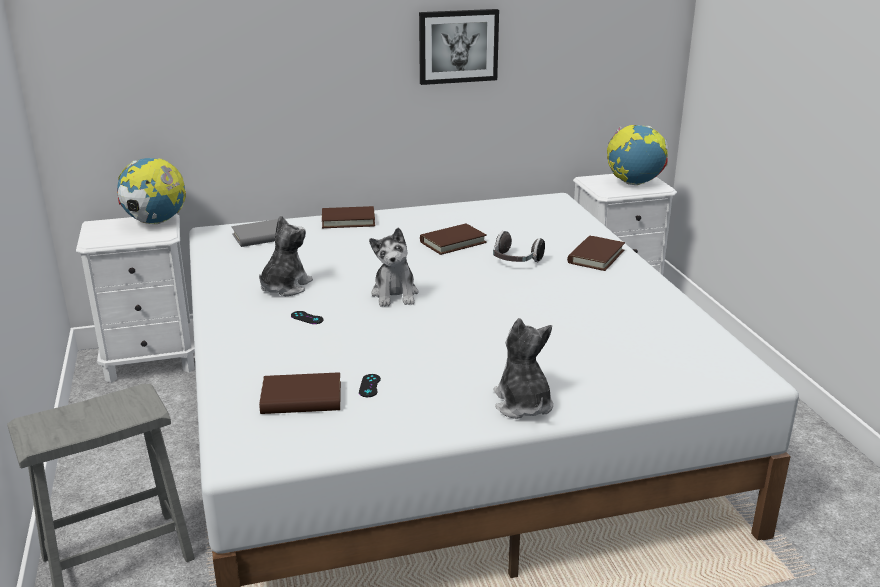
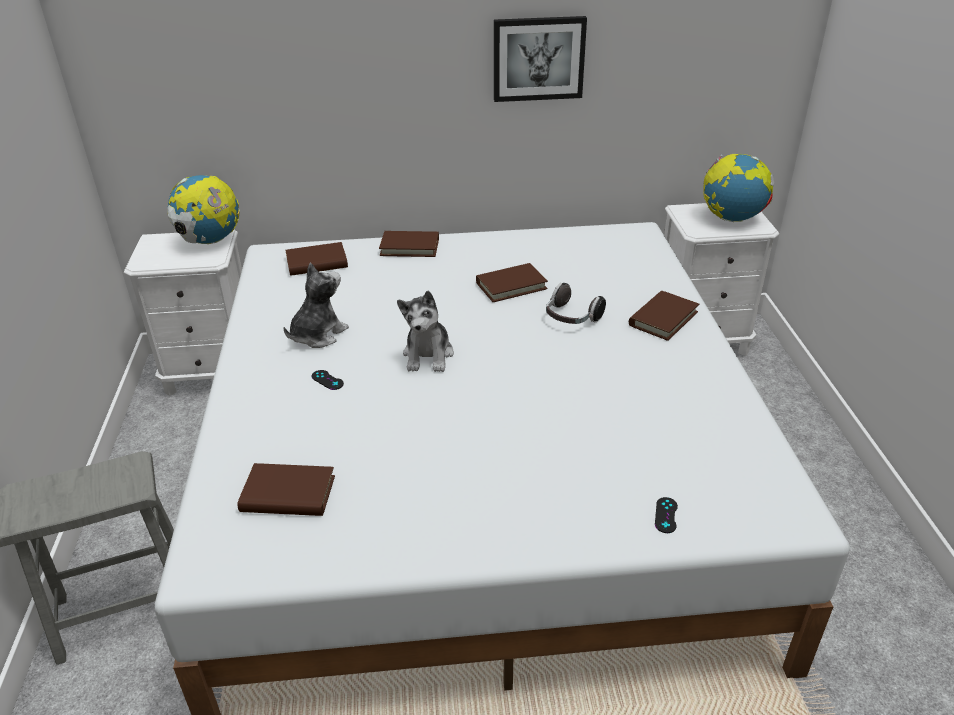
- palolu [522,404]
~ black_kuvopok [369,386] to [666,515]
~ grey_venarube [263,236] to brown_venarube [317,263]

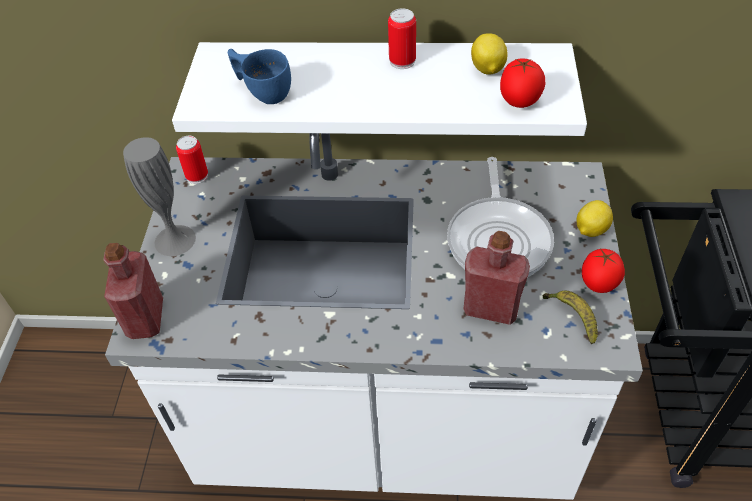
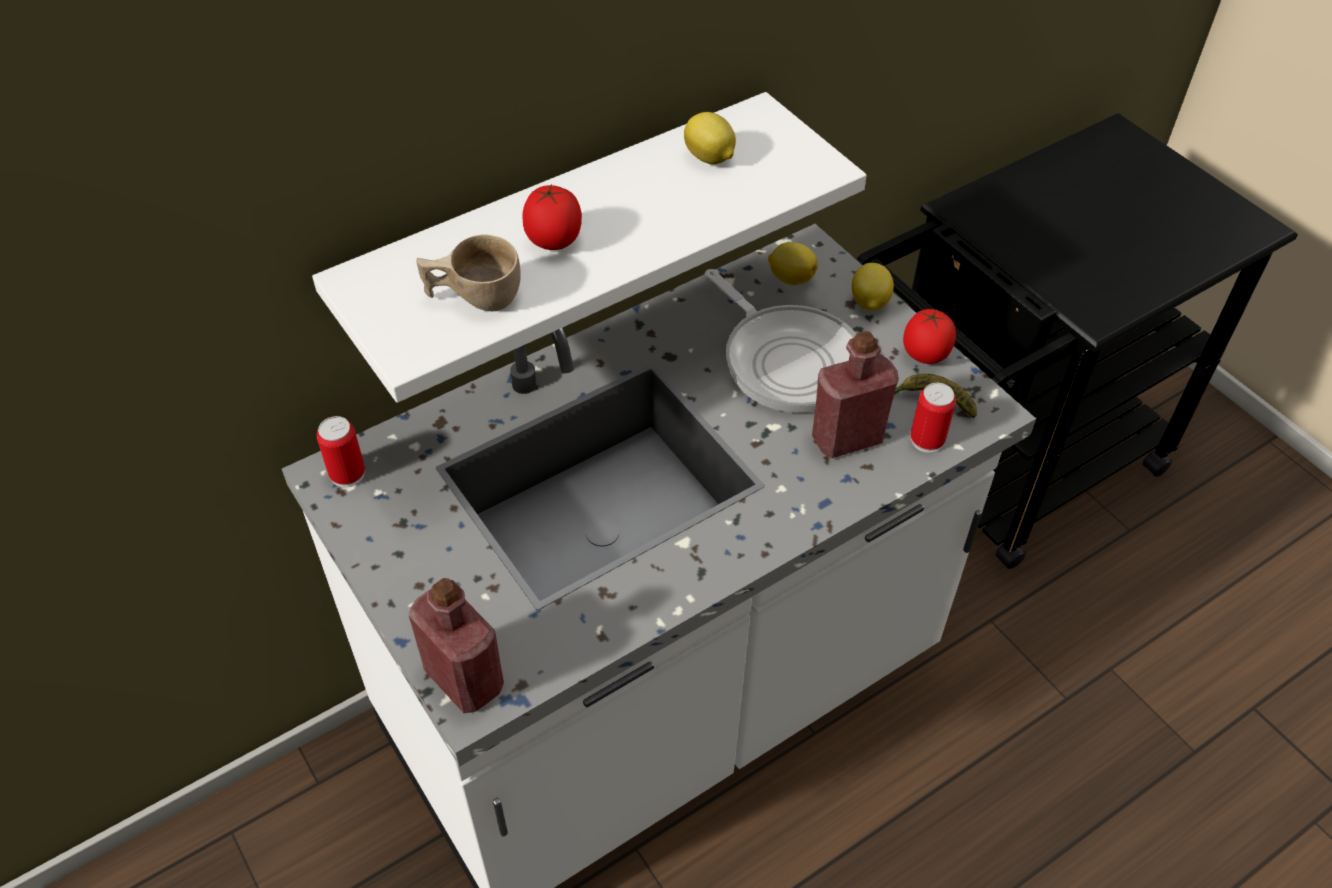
- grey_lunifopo [175,240]
+ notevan [790,278]
~ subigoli [402,61] to [927,440]
~ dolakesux [519,102] to [554,242]
~ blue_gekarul [263,91] to beige_gekarul [473,297]

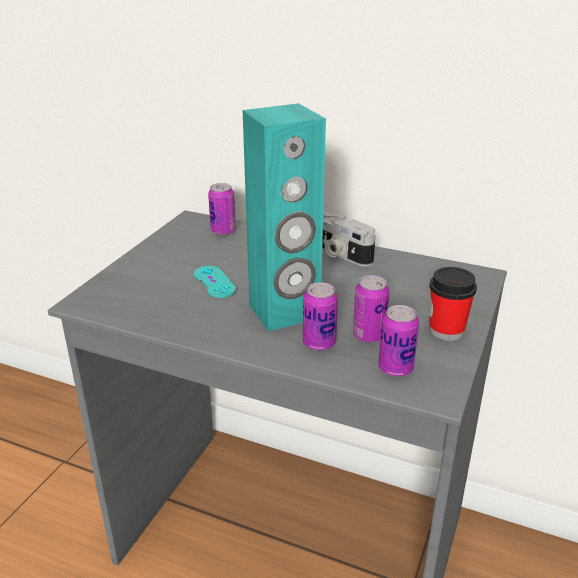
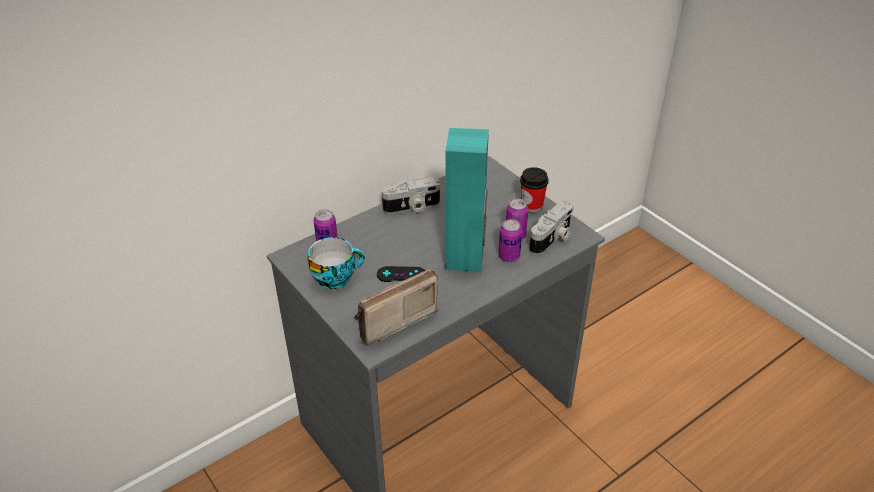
+ gekarul [336,277]
+ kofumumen [390,320]
~ subigoli [395,368] to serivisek [552,239]
~ turquoise_kuvopok [214,282] to black_kuvopok [401,275]

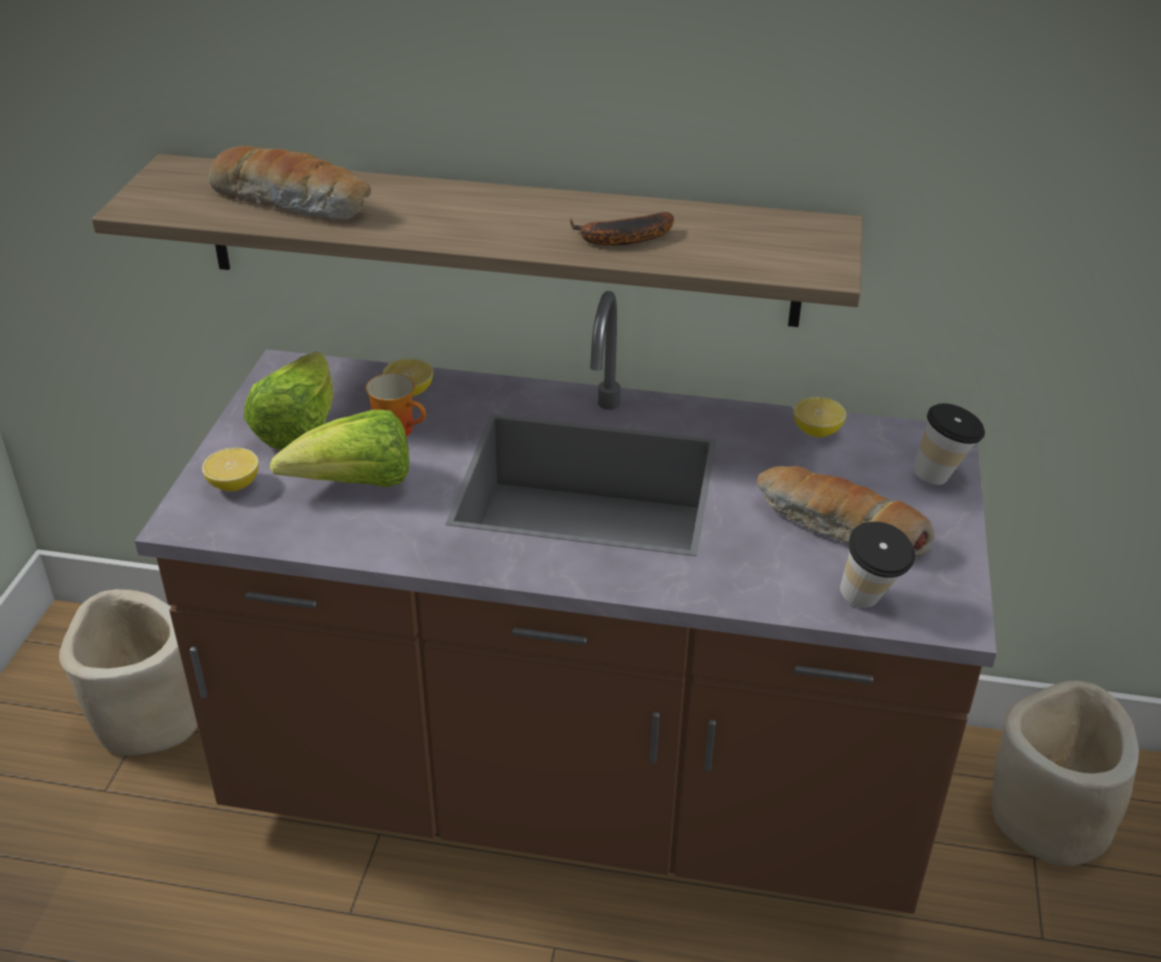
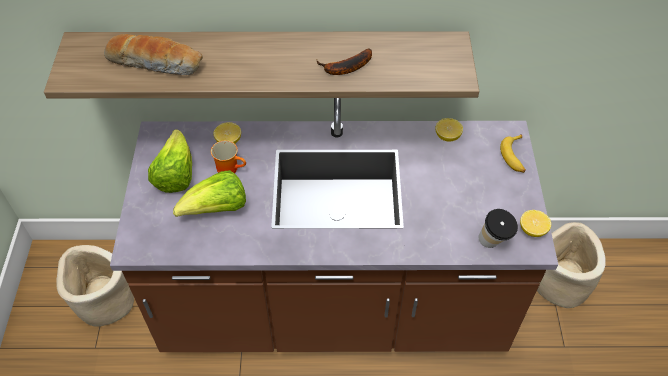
- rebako [839,528]
~ notevan [234,485] to [532,230]
~ gekarul [942,476] to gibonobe [515,157]

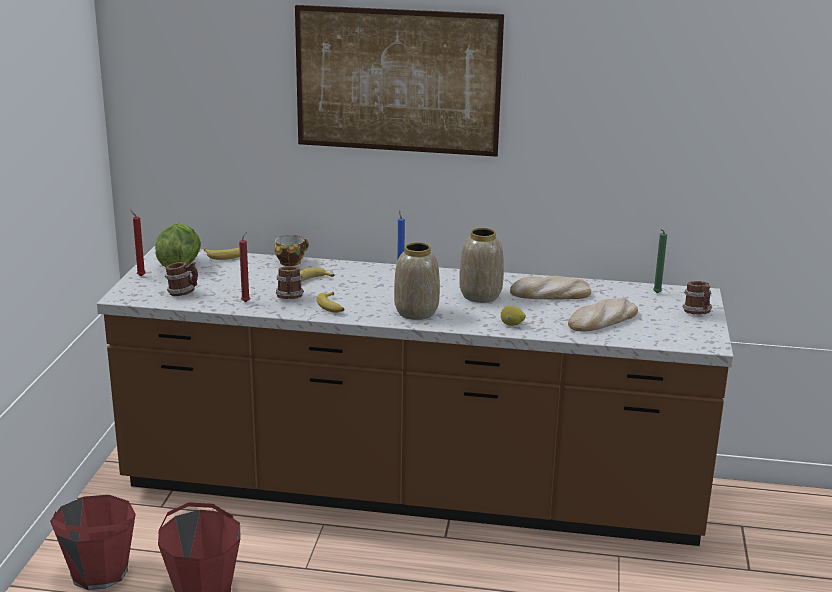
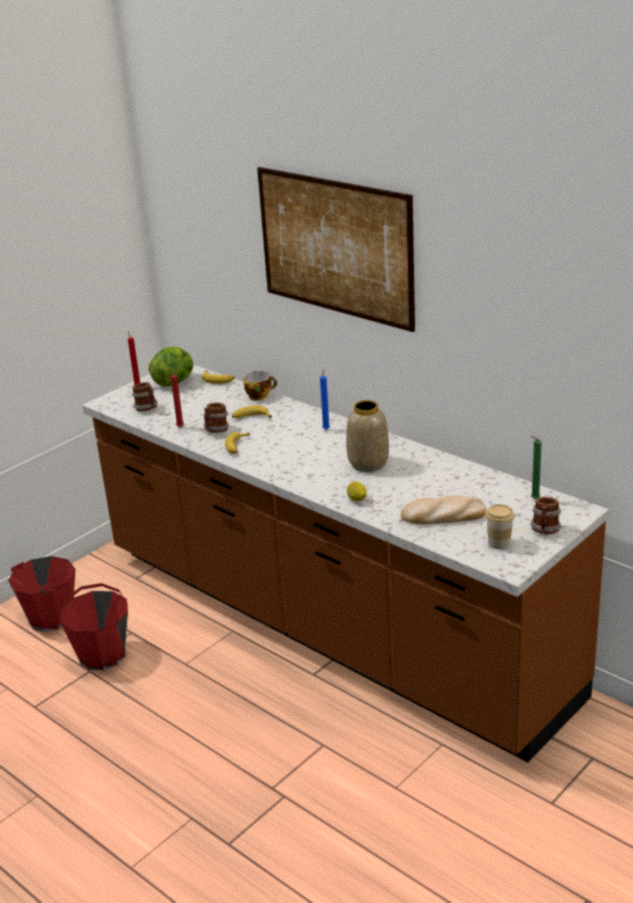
- lunifopo [416,312]
- rebako [550,294]
+ gekarul [499,543]

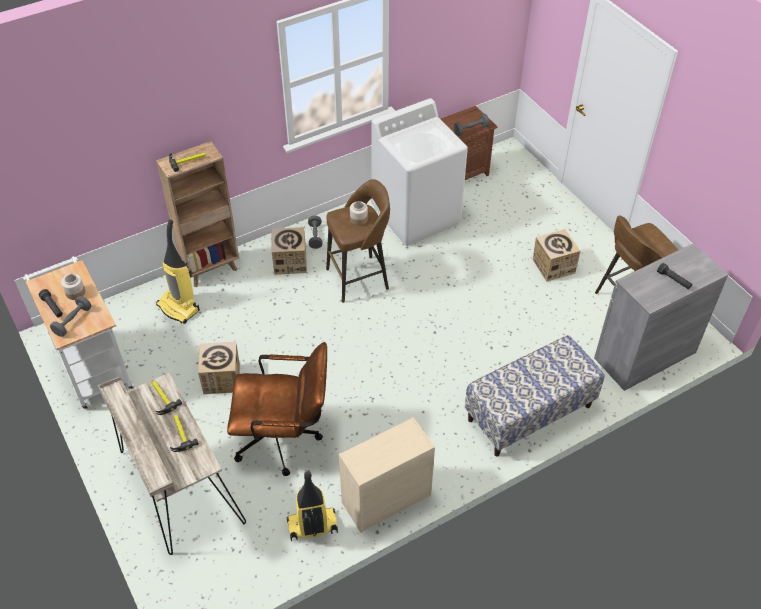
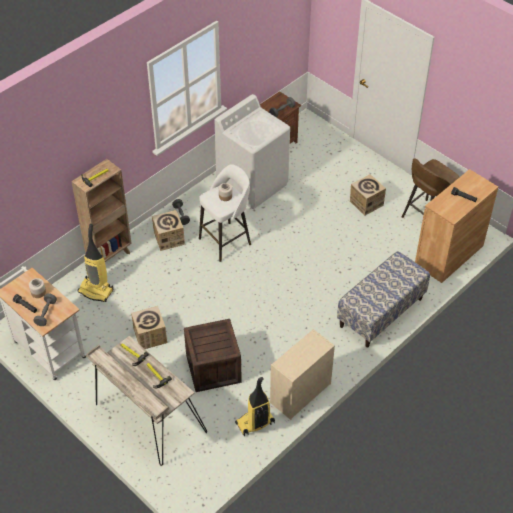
~ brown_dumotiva [285,439] to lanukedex [213,368]
~ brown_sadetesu [359,278] to white_sadetesu [226,241]
~ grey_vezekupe [645,355] to brown_vezekupe [449,255]

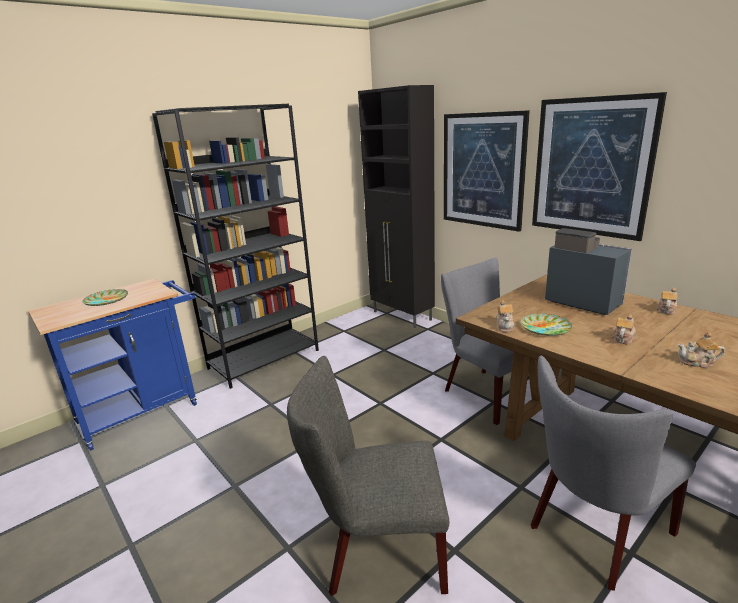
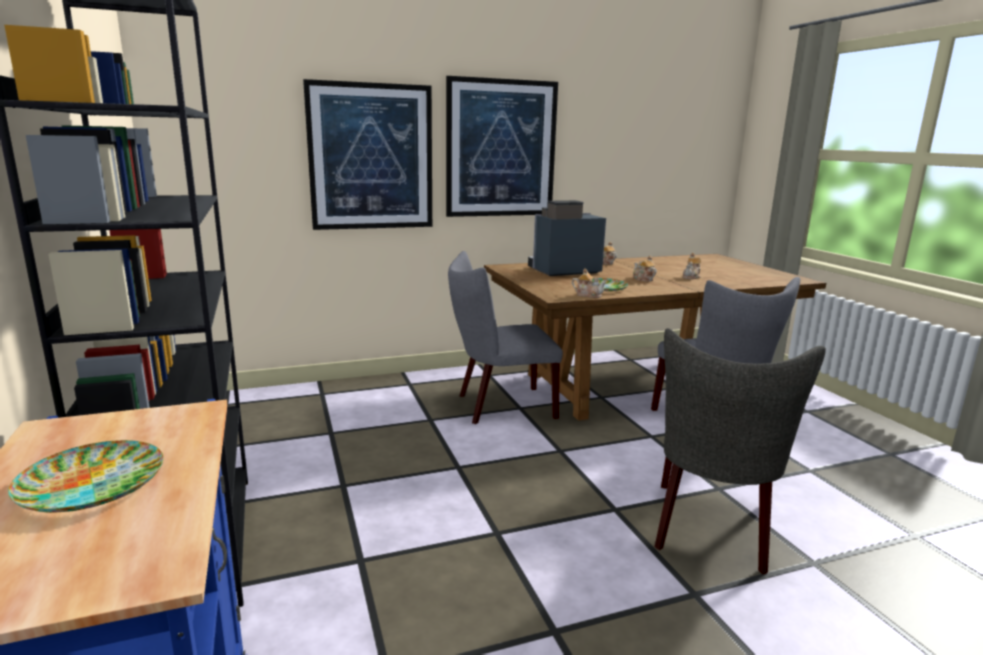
- black_vezekupe [402,316]

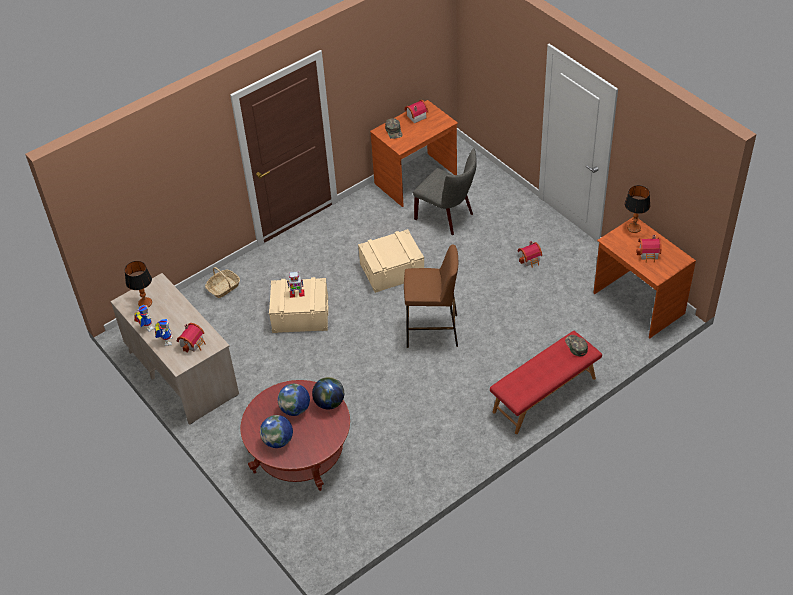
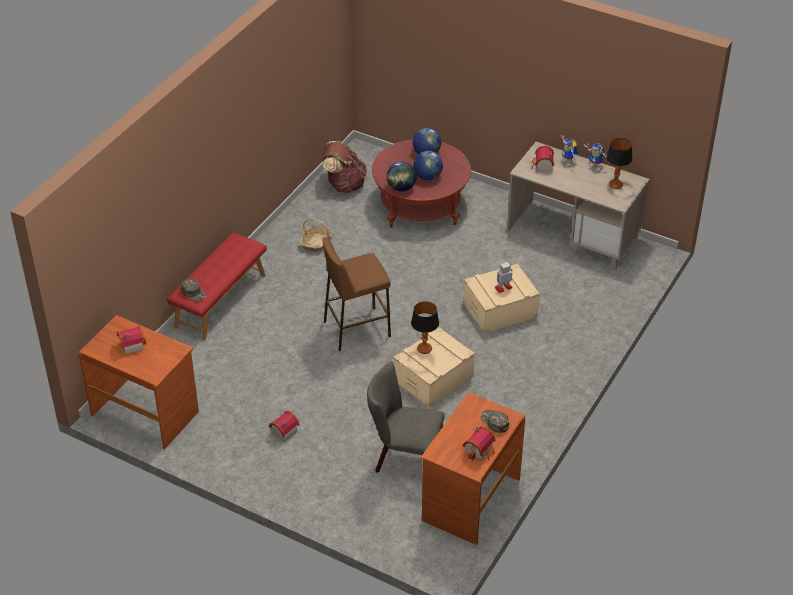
+ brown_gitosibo [344,185]
~ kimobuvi [223,287] to [316,243]
~ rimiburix [634,228] to [424,349]

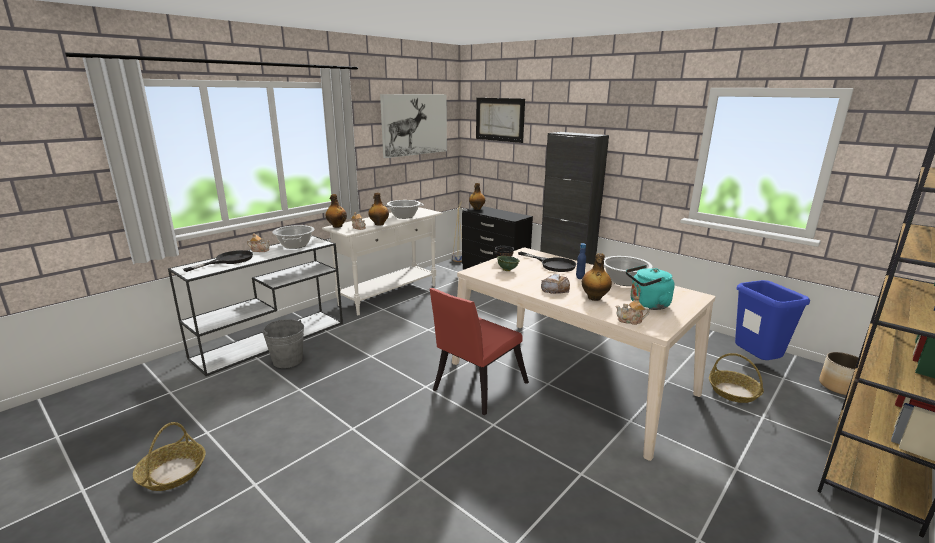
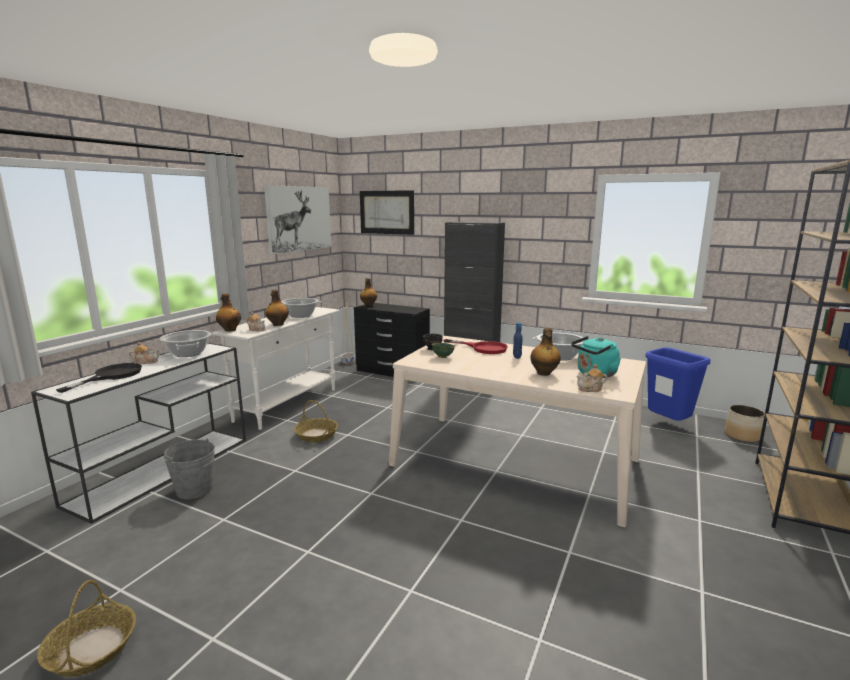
- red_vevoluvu [476,388]
- rebako [555,289]
~ kimobuvi [734,392] to [317,435]
~ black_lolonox [552,264] to red_lolonox [483,348]

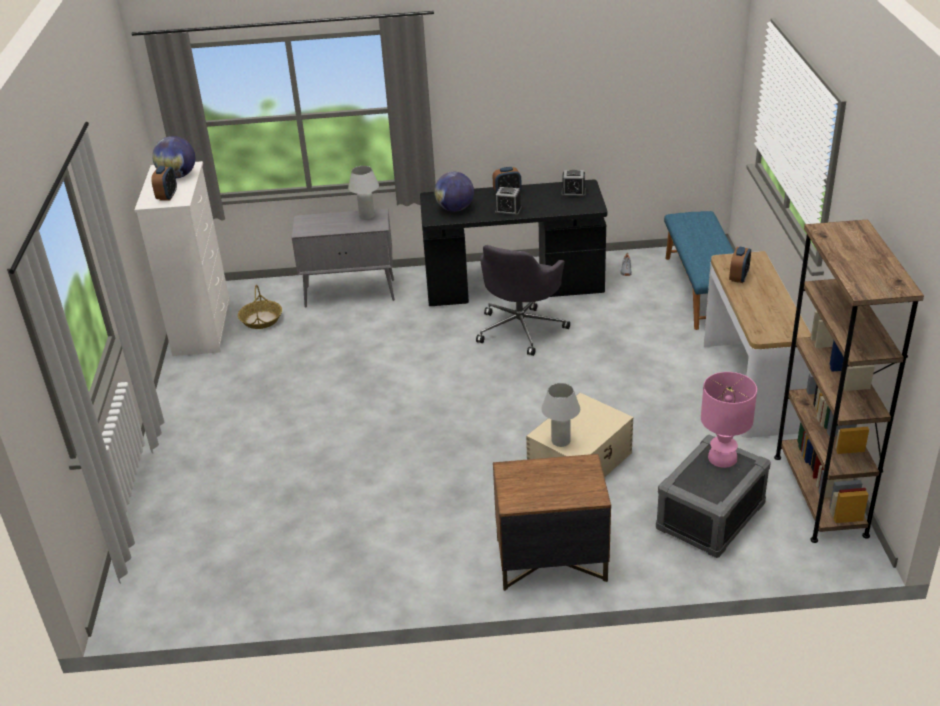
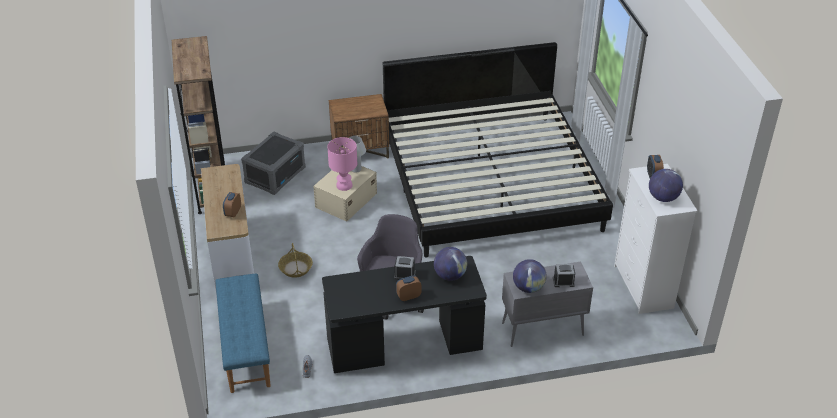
+ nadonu [490,181]
~ kimobuvi [261,320] to [295,268]
~ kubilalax [573,193] to [563,282]
~ pink_rimiburix [722,457] to [344,186]
~ white_rimiburix [367,216] to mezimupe [528,288]

